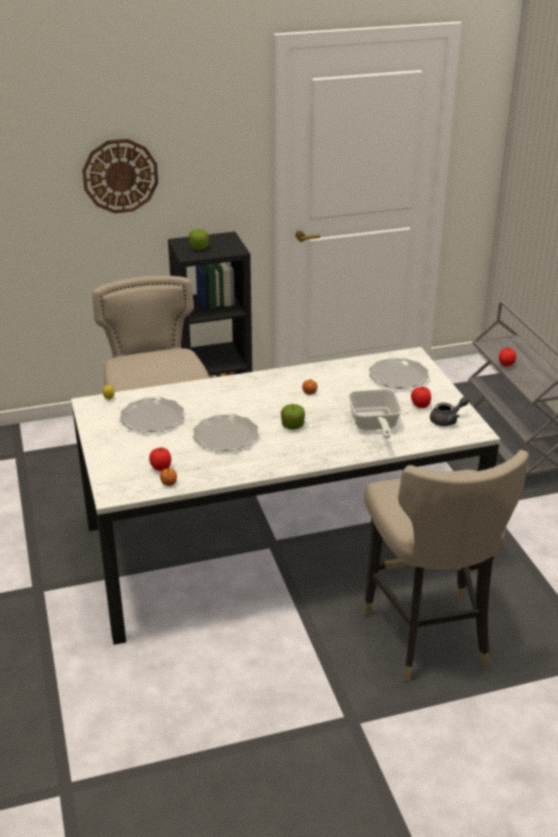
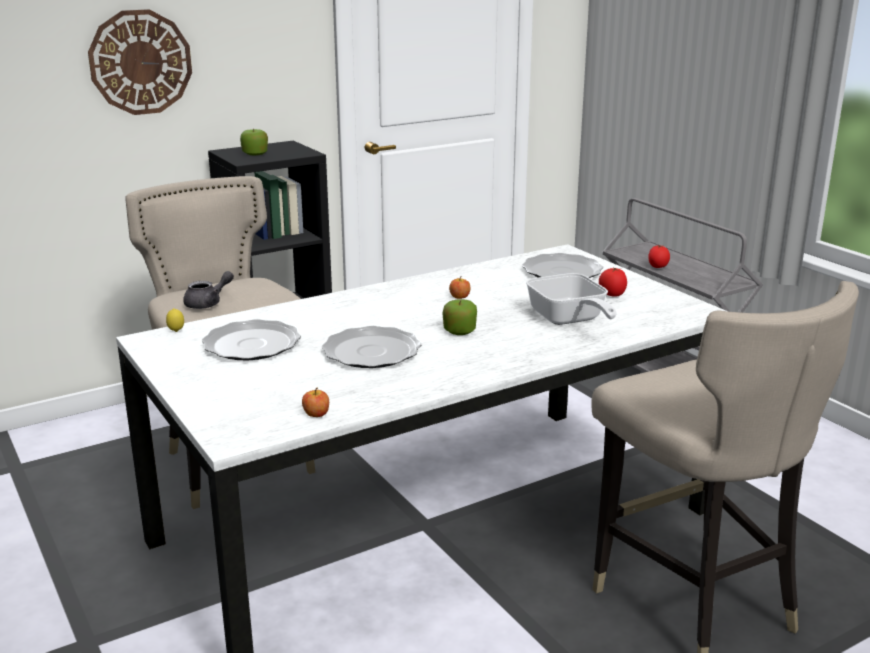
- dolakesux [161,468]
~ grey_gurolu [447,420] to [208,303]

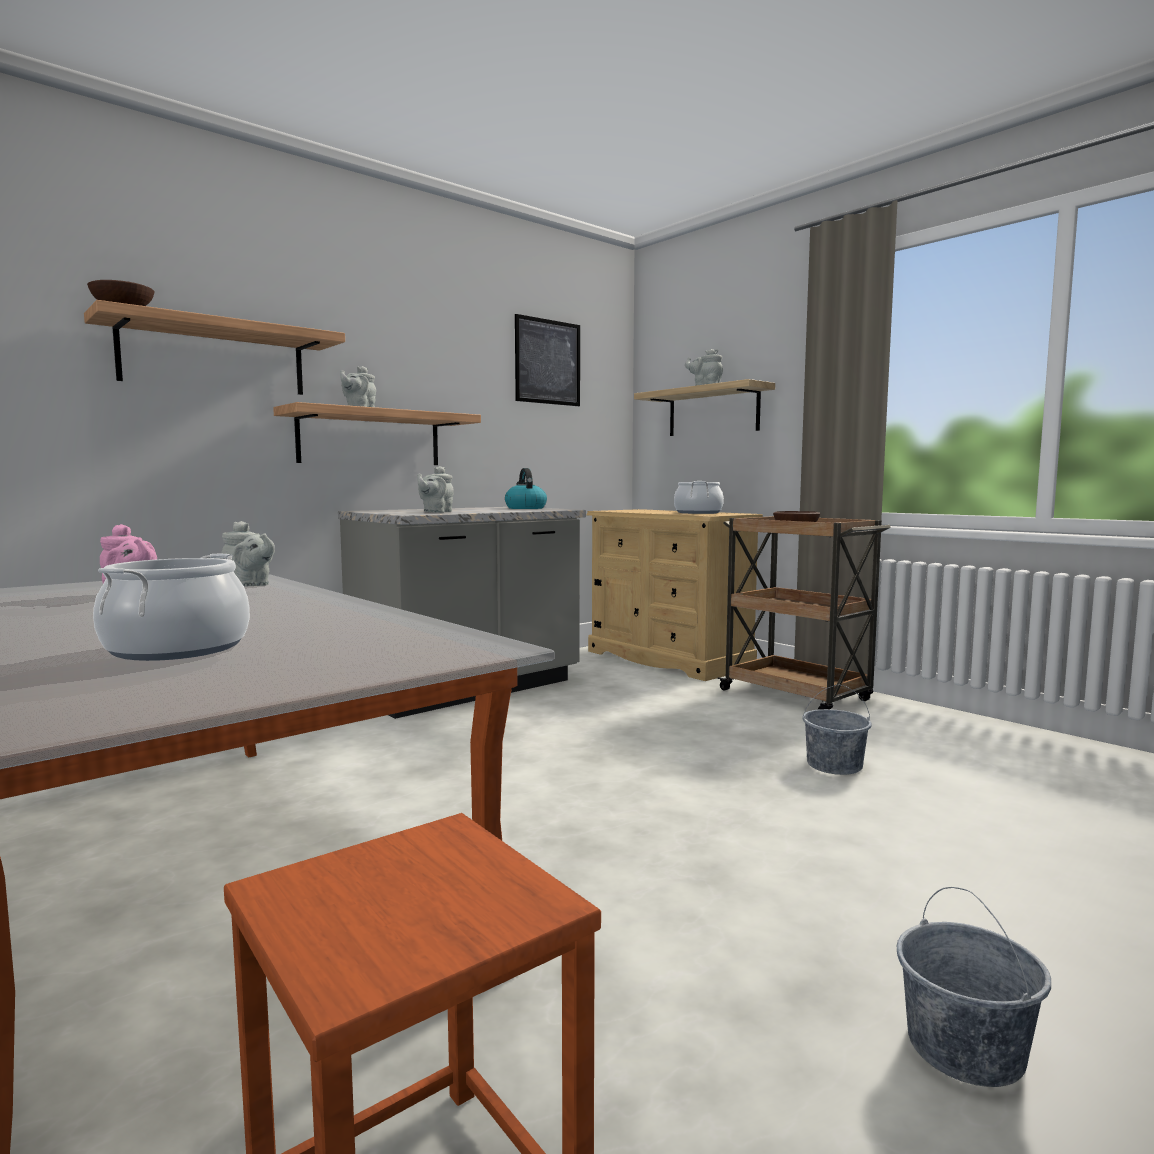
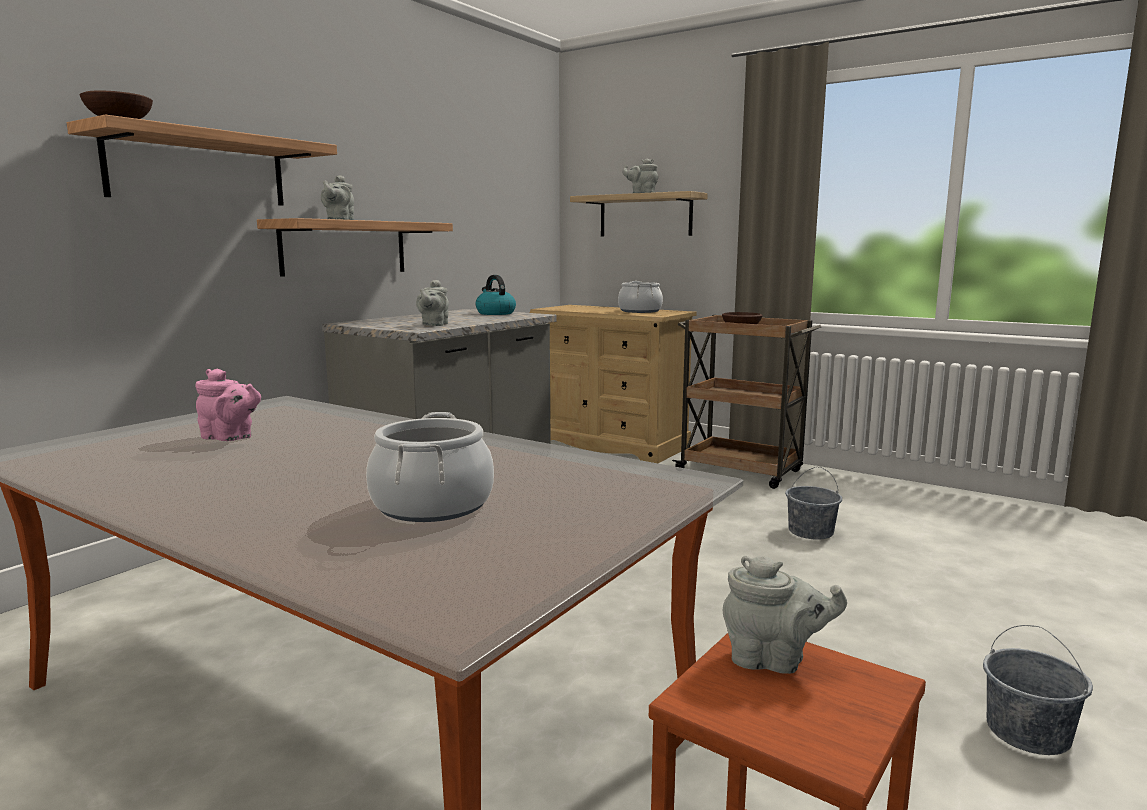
- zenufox [548,362]
~ grey_gurolu [249,585] to [773,660]

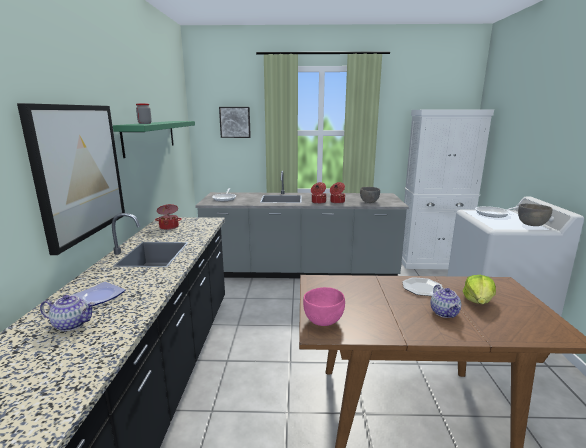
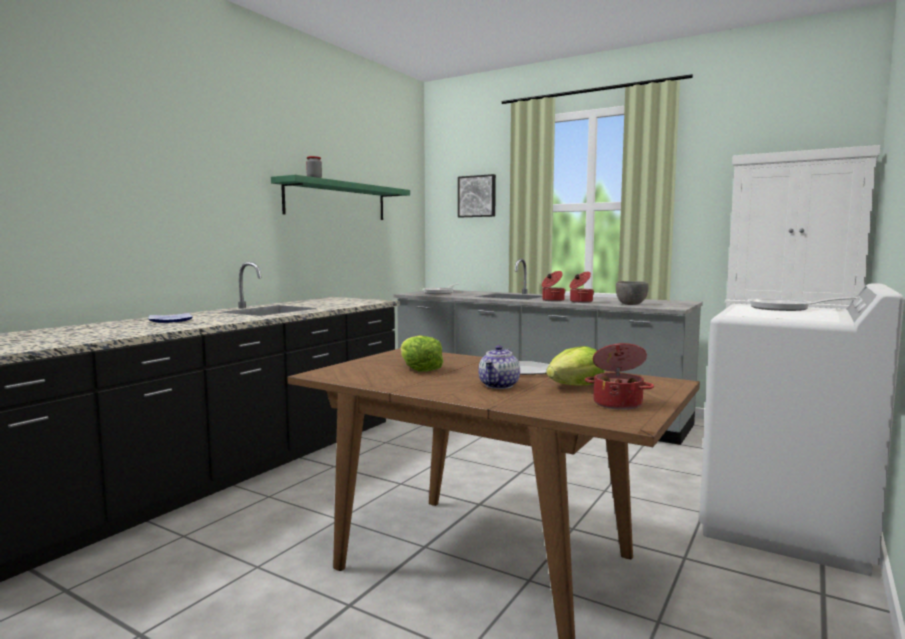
- zenufox [79,171]
- gurolu [72,324]
- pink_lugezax [324,321]
- grey_lugezax [532,225]
+ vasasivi [419,369]
~ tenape [169,227] to [618,403]

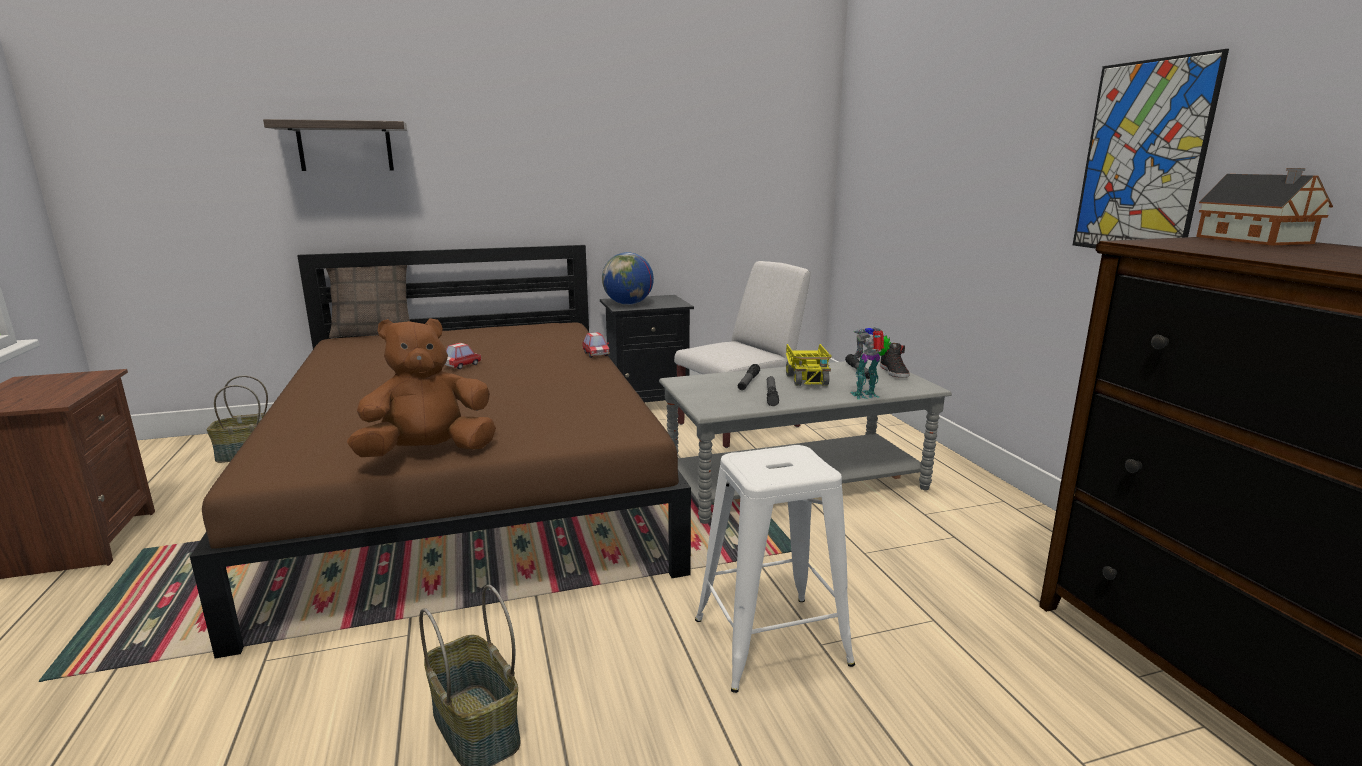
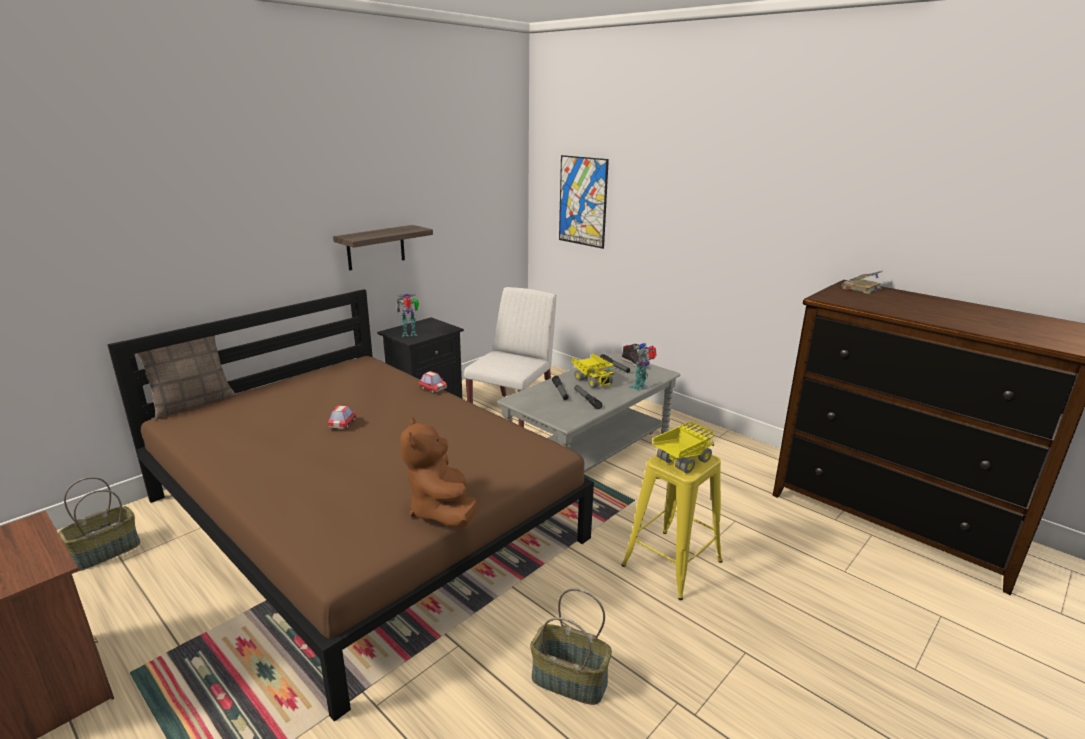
+ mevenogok [681,461]
~ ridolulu [345,146] to [376,247]
~ zenufox [1142,159] to [582,201]
~ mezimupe [628,304] to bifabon [410,334]
~ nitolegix [1256,240] to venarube [860,288]
~ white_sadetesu [771,641] to yellow_sadetesu [672,563]
~ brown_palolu [428,453] = [442,511] 45 degrees counterclockwise

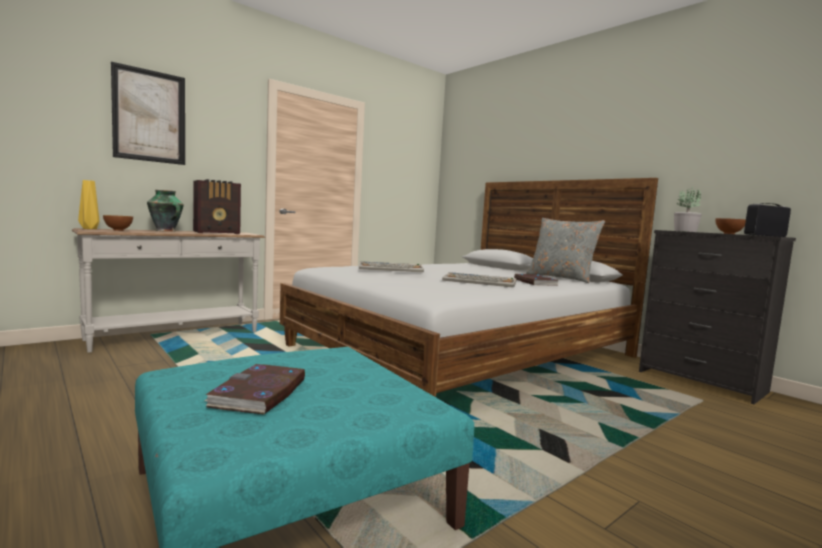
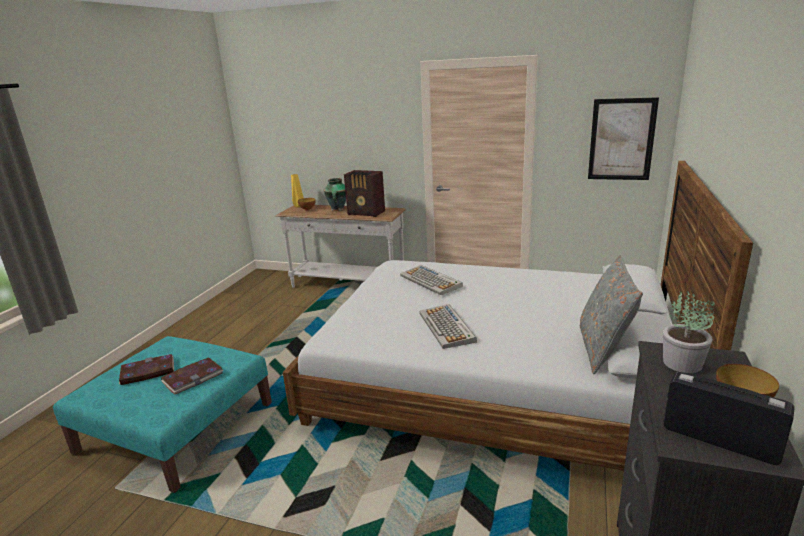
~ zenufox [149,116] to [621,139]
~ venarube [535,282] to [193,377]

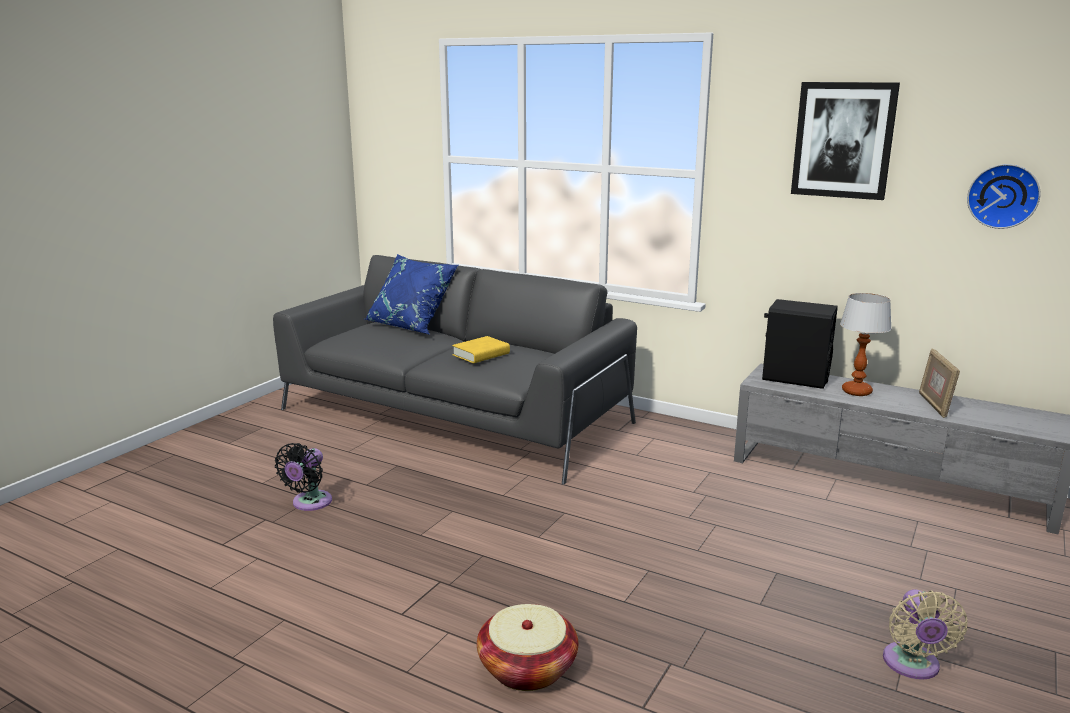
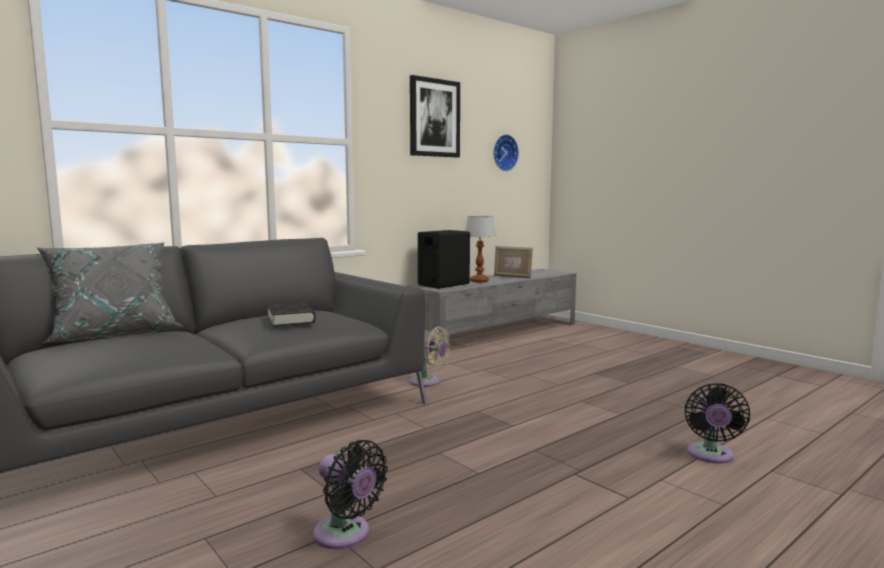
~ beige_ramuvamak [912,666] to [428,382]
~ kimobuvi [527,668] to black_ramuvamak [710,456]
~ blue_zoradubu [411,326] to grey_zoradubu [114,334]
~ yellow_venarube [481,354] to black_venarube [290,319]

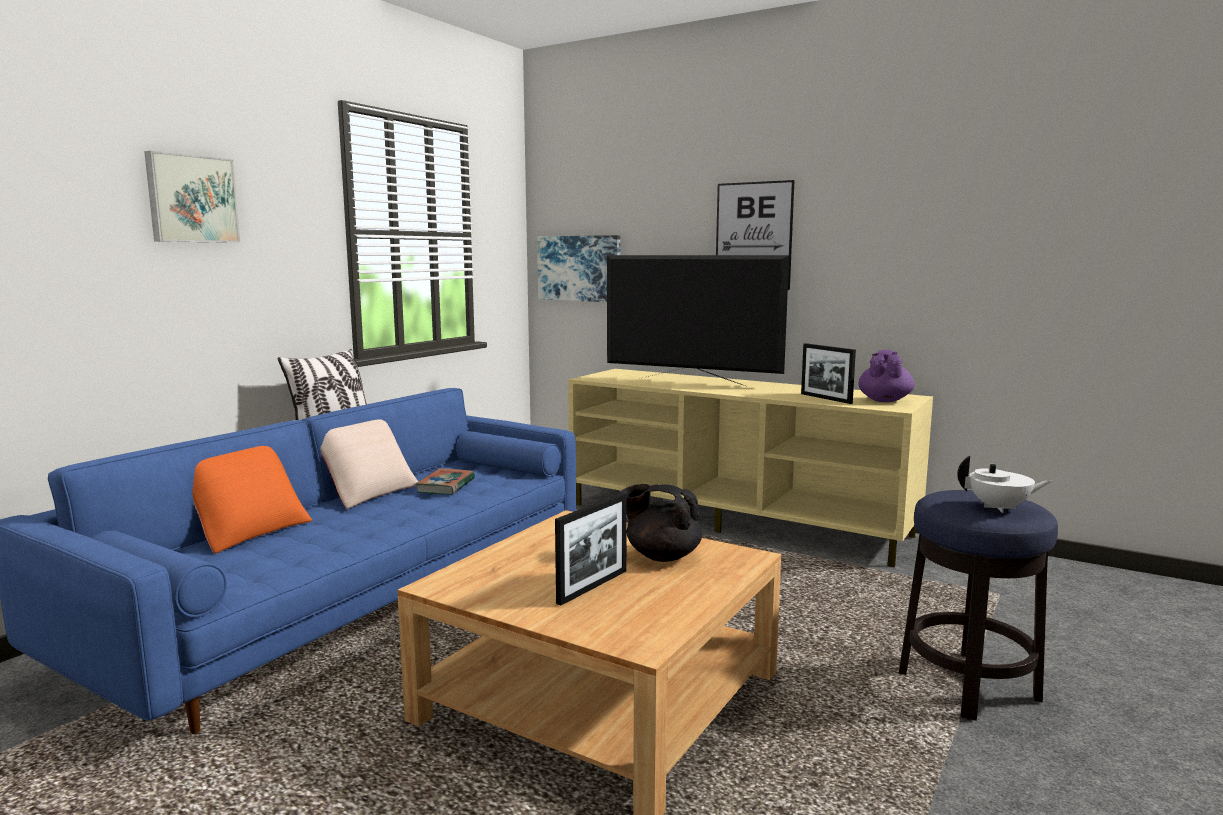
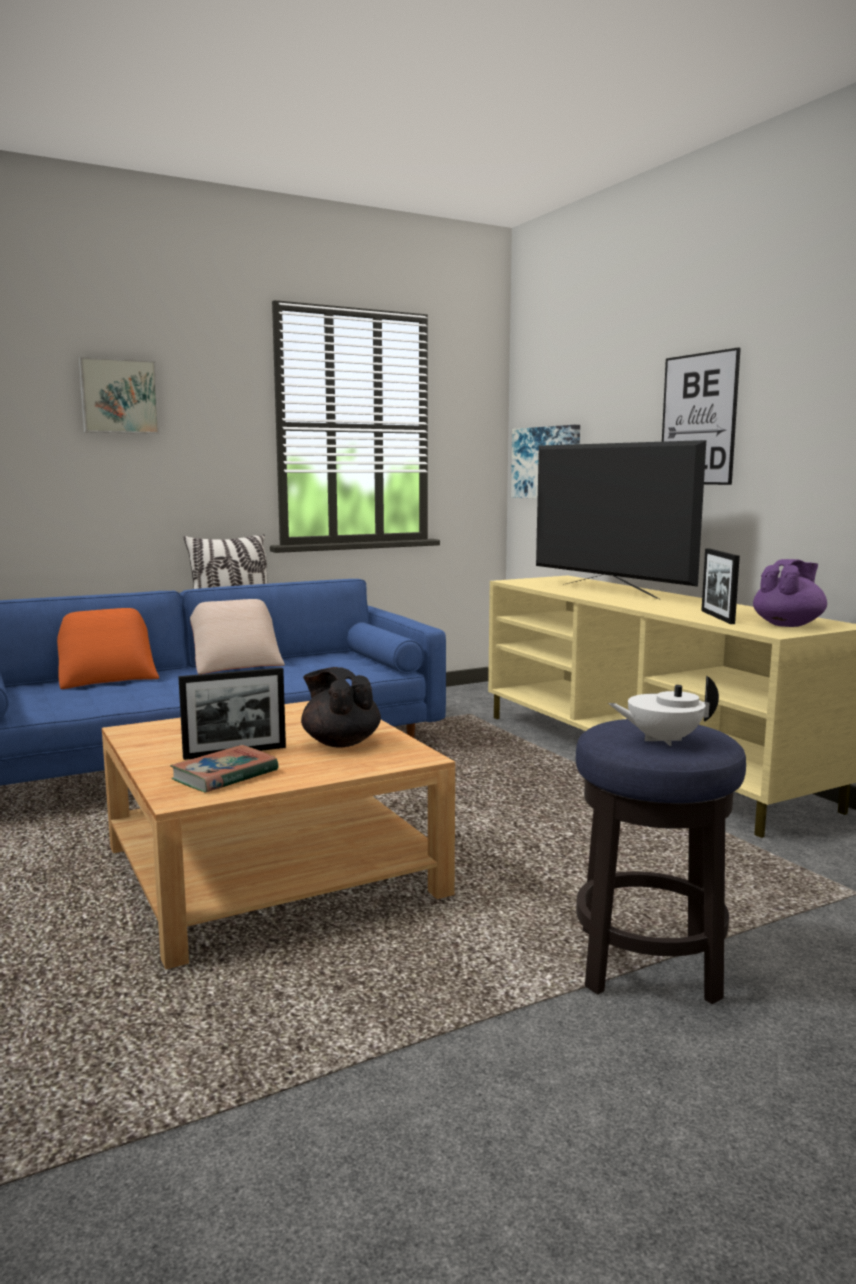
~ venarube [446,486] to [225,775]
~ white_gurolu [1000,508] = [662,740] 135 degrees clockwise

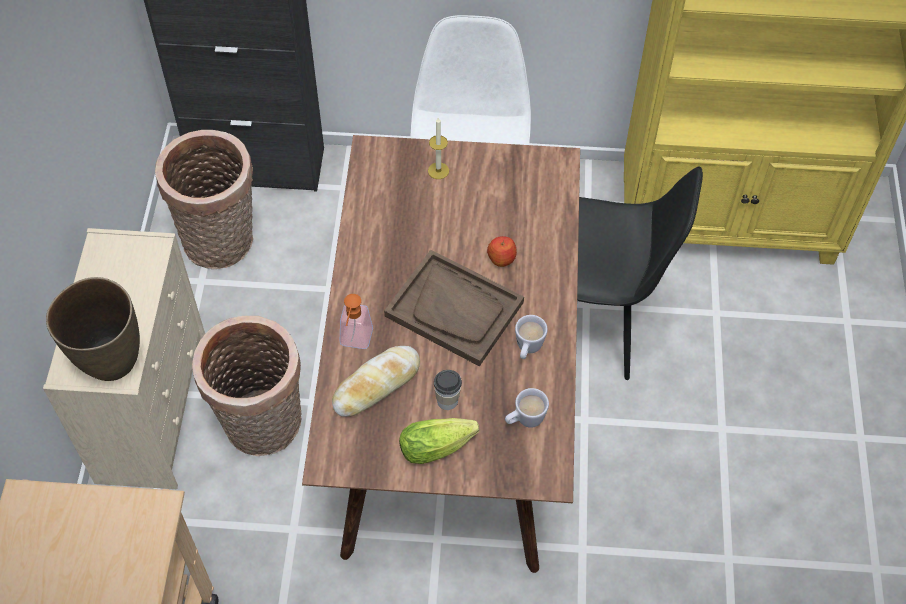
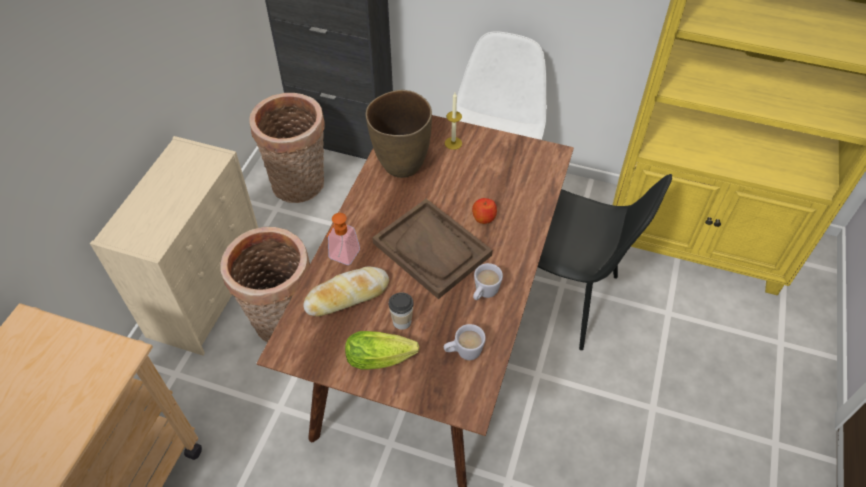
~ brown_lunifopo [111,362] to [402,166]

